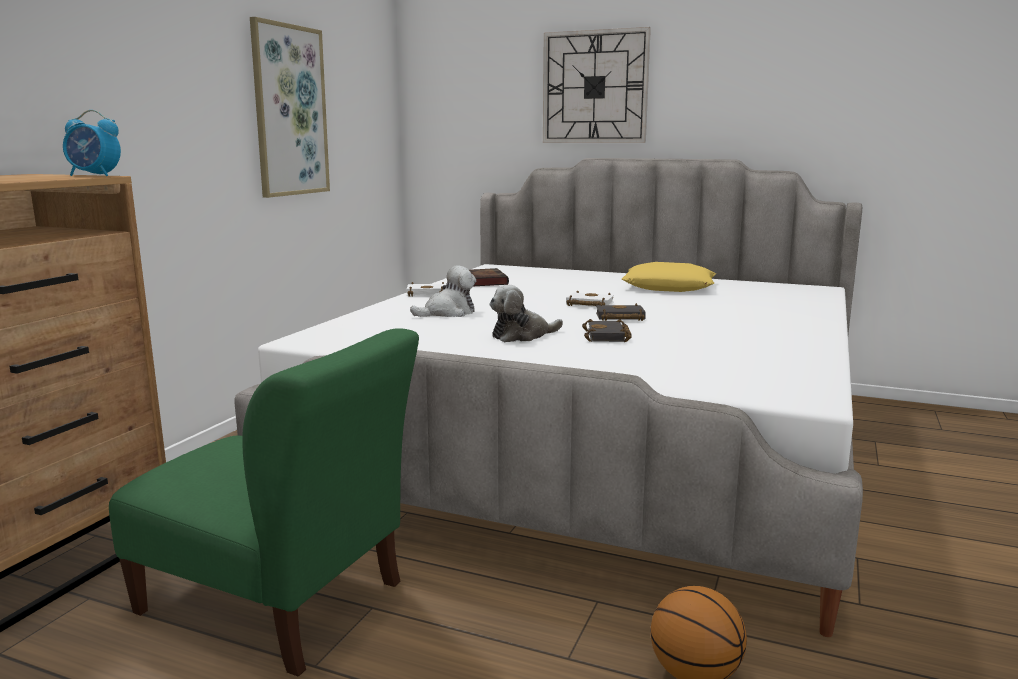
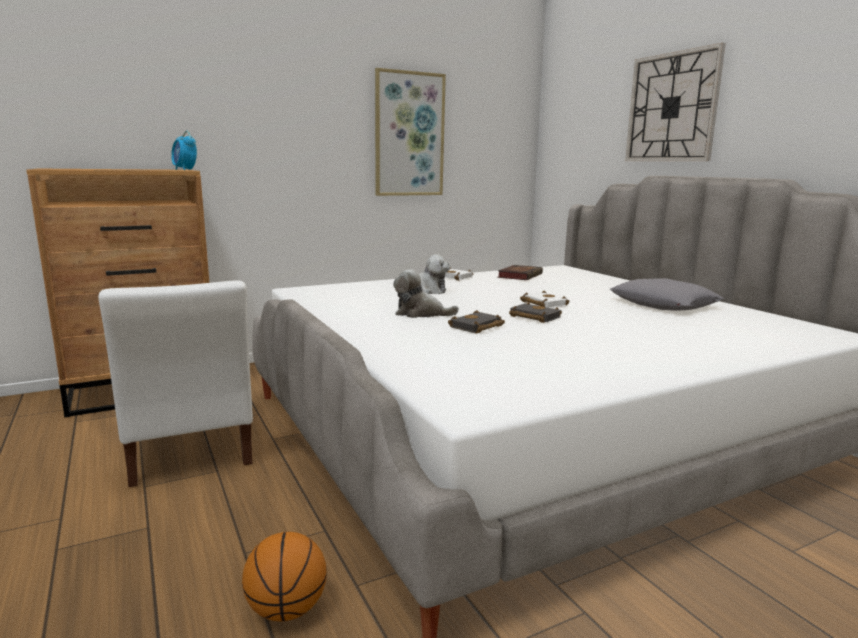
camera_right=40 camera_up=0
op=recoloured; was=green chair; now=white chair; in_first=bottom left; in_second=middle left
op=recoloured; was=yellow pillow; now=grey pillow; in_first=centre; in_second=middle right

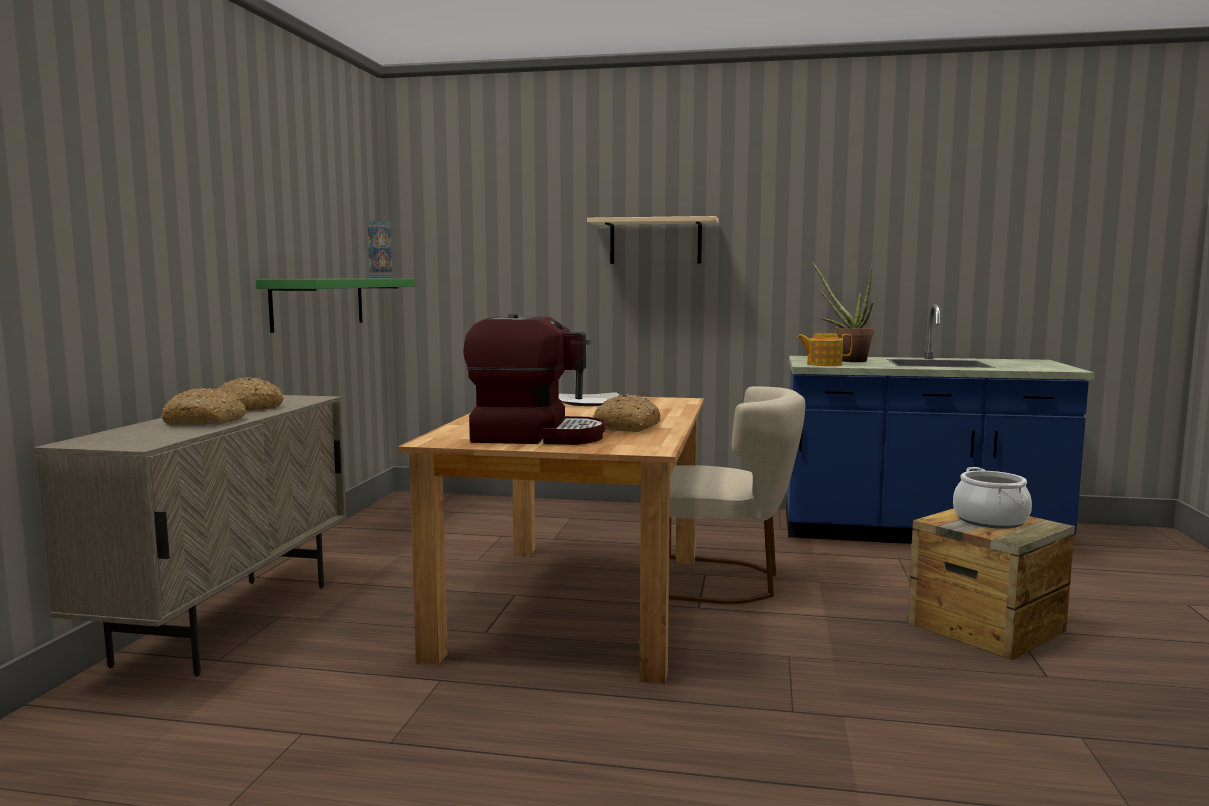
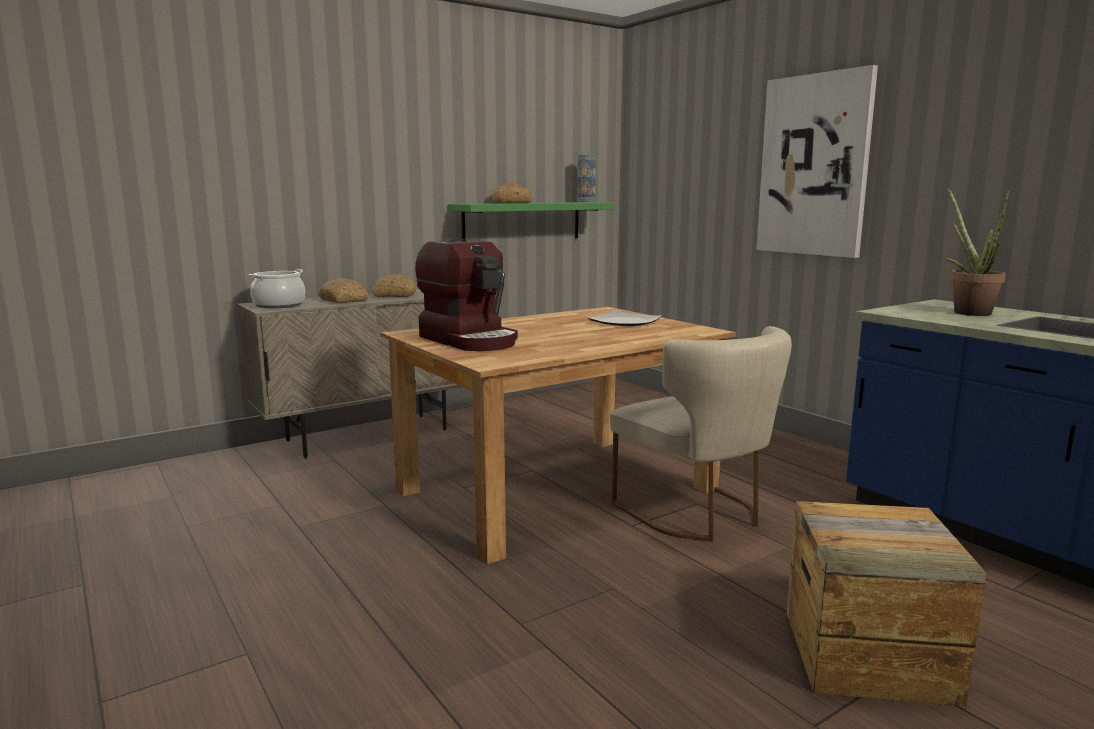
camera_right=45 camera_up=5
op=moved; was=cooking pot; in_first=middle right; in_second=middle left
op=moved; was=bread (3rd from left); in_first=centre; in_second=top centre
op=replaced; was=beige shelf; now=picture; in_first=top centre; in_second=top right
op=removed; was=teapot; in_first=middle right

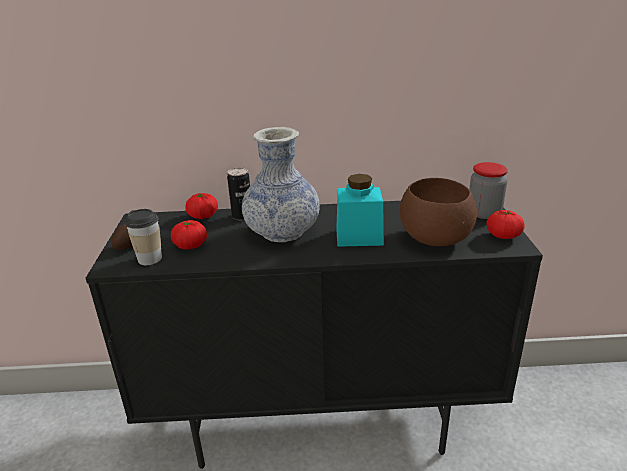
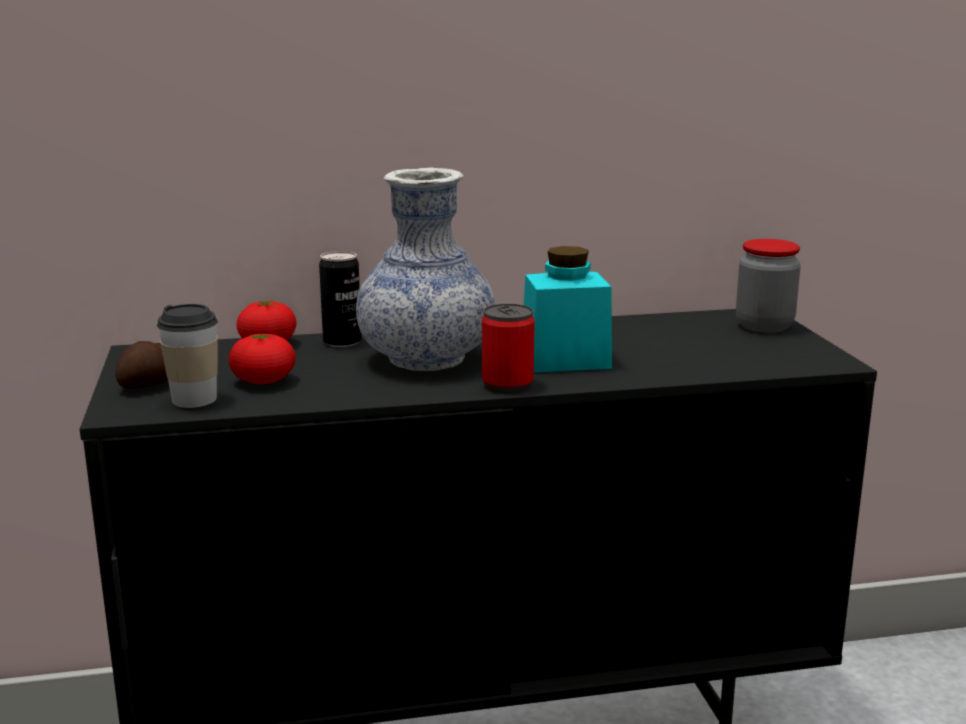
camera_right=-10 camera_up=-10
op=added; now=can (2nd from left); in_second=centre
op=removed; was=brown bowl; in_first=middle right
op=removed; was=tomato (3rd from left); in_first=middle right

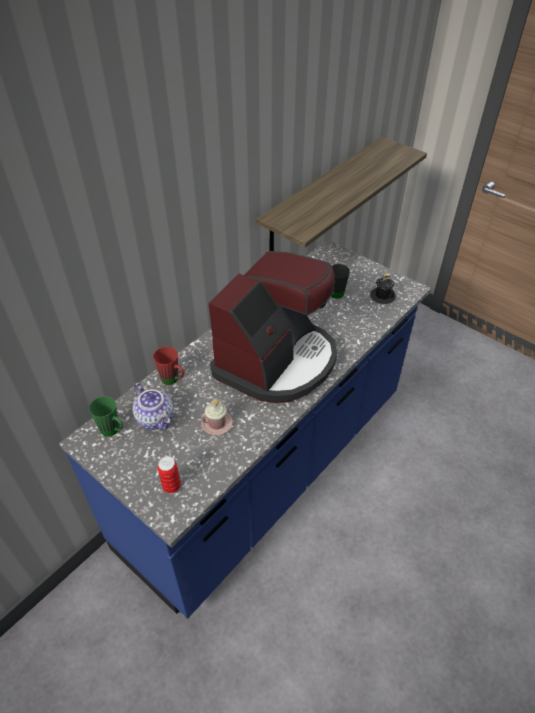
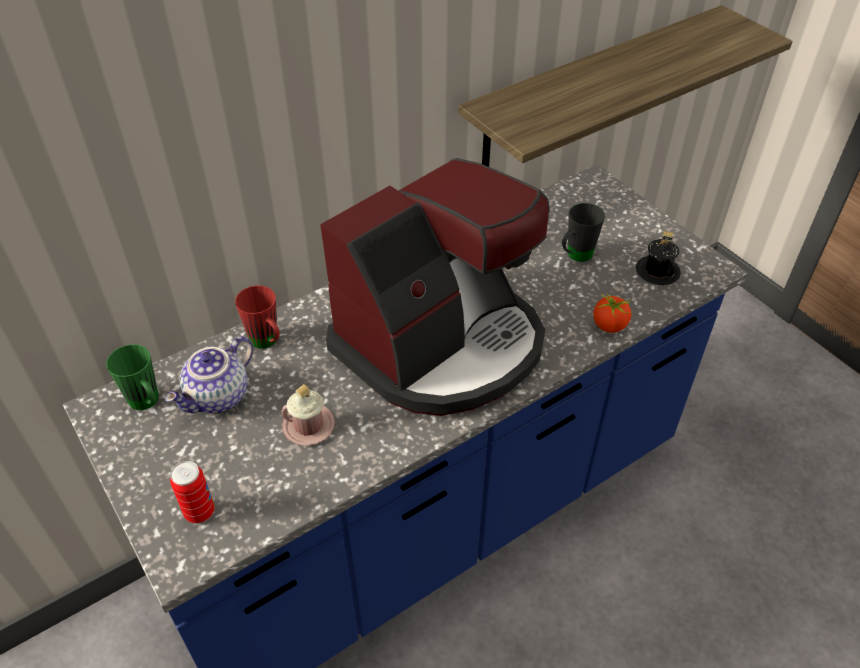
camera_right=15 camera_up=0
op=turned; was=teapot; in_first=middle left; in_second=middle left; clockwise=60
op=added; now=tomato; in_second=middle right

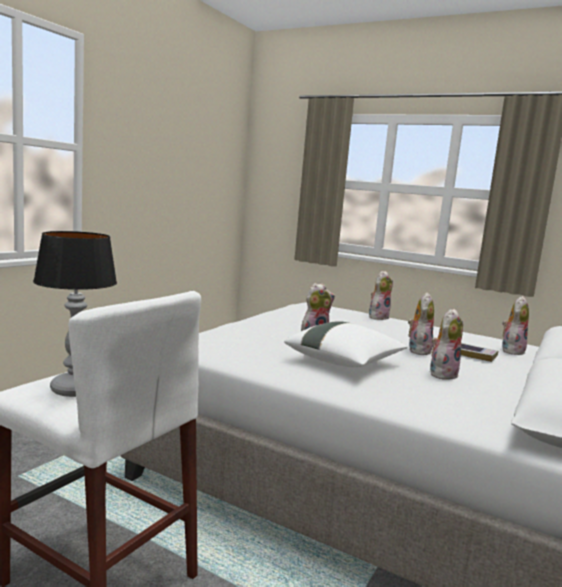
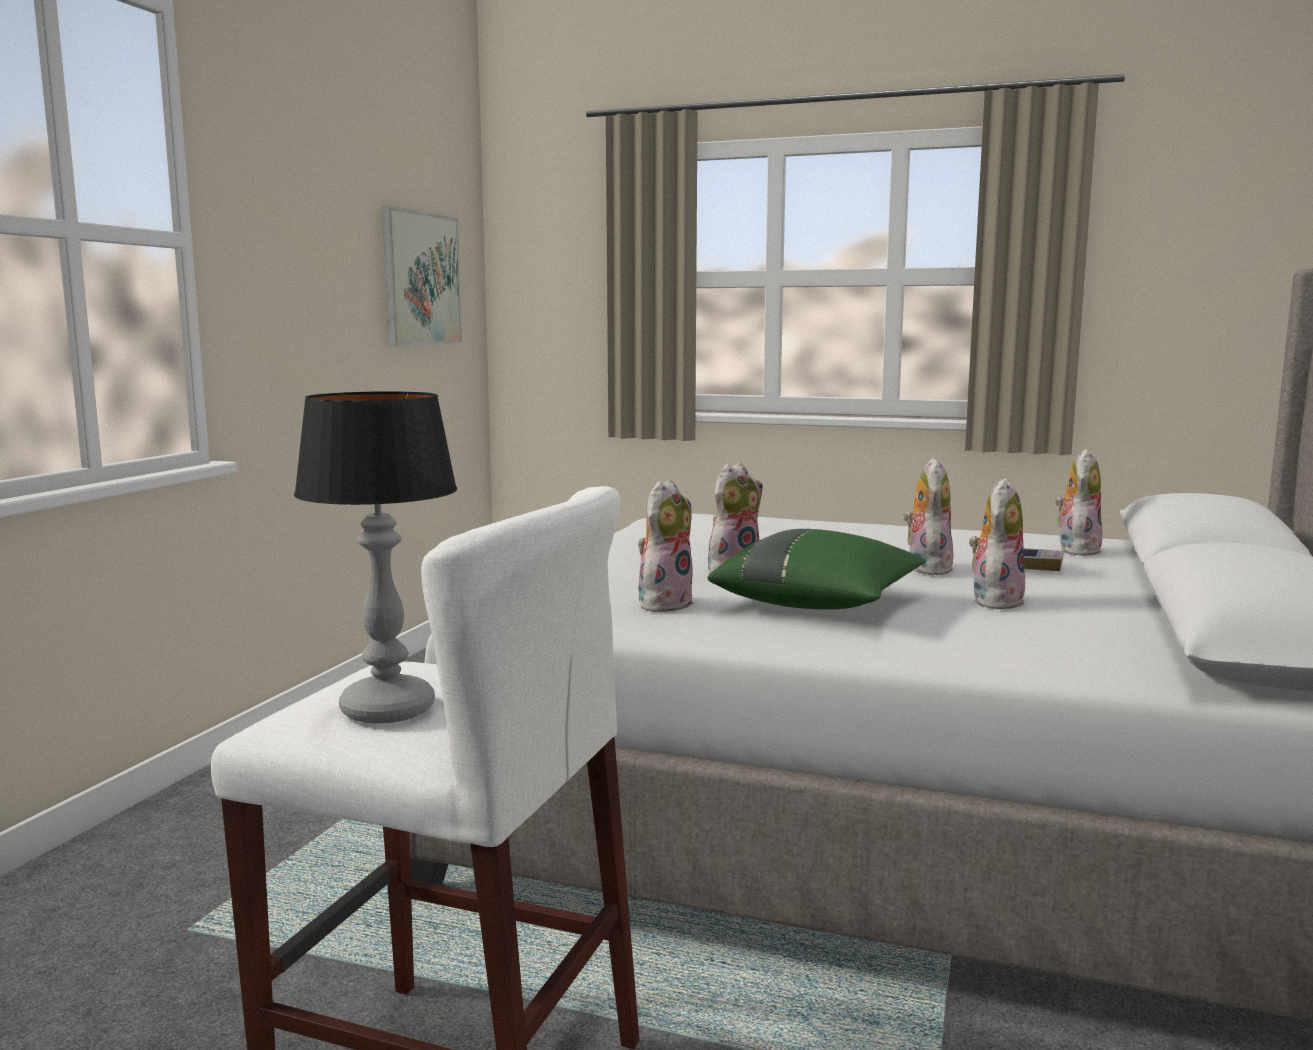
camera_right=-10 camera_up=0
op=added; now=picture; in_second=top left
op=moved; was=plush toy (2nd from left in the first image); now=plush toy (1st from left); in_first=middle right; in_second=centre
op=recoloured; was=white pillow; now=green pillow; in_first=centre; in_second=centre

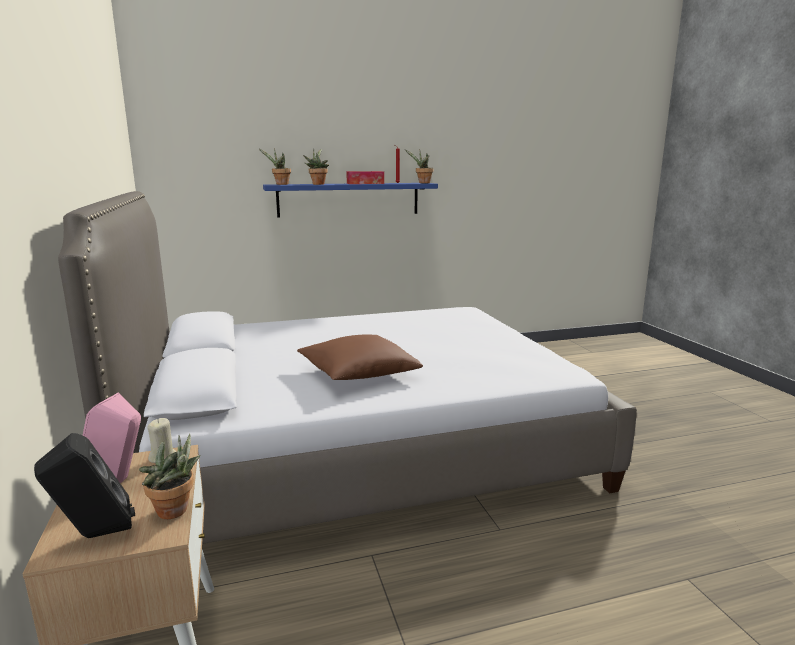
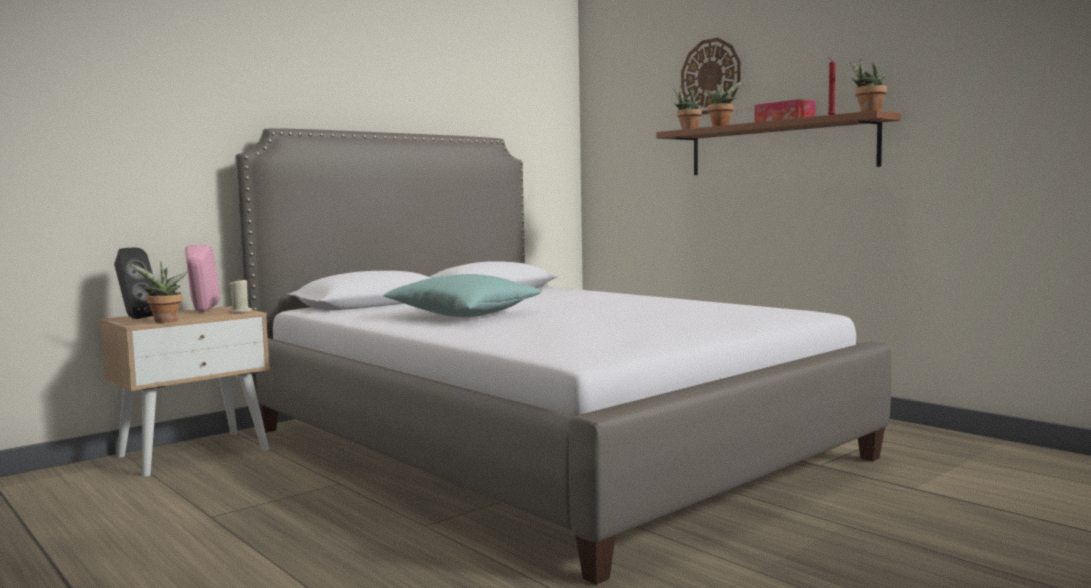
camera_right=65 camera_up=-10
op=recoloured; was=brown pillow; now=turquoise pillow; in_first=centre; in_second=centre
op=recoloured; was=blue shelf; now=brown shelf; in_first=top centre; in_second=top right
op=added; now=wall clock; in_second=top centre

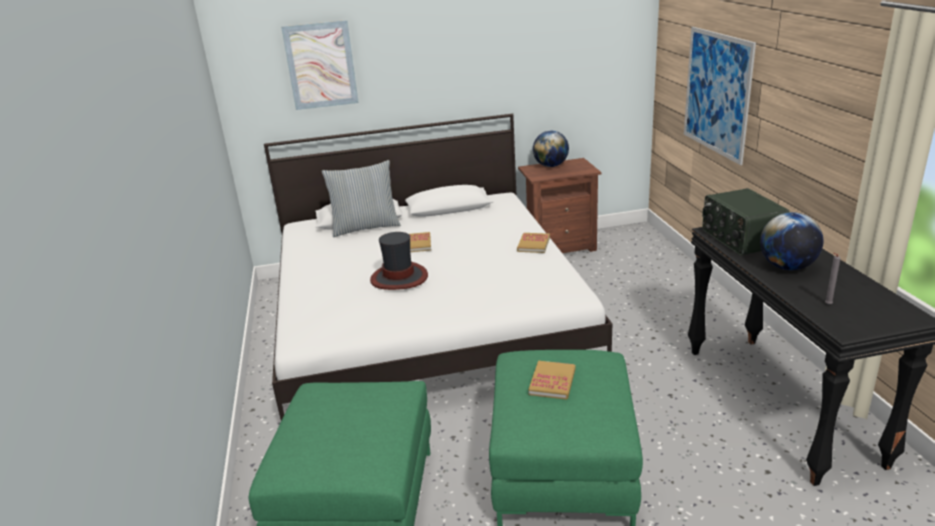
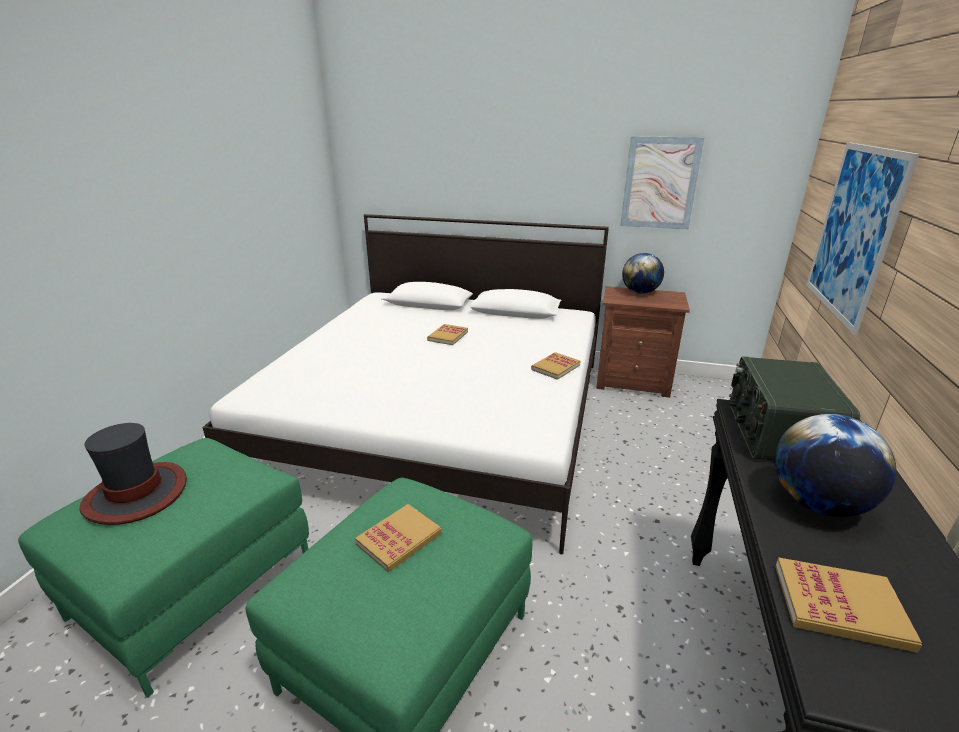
camera_right=25 camera_up=0
op=moved; was=hat; in_first=centre; in_second=middle left
op=moved; was=picture (1st from left); in_first=top centre; in_second=top right
op=replaced; was=grey candle; now=book (4th from left); in_first=middle right; in_second=bottom right
op=removed; was=pillow; in_first=centre

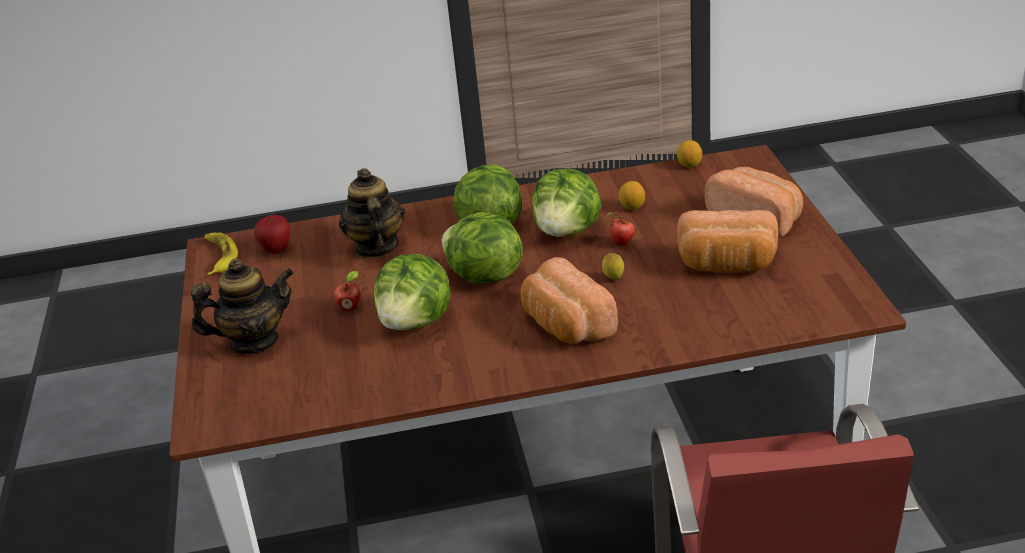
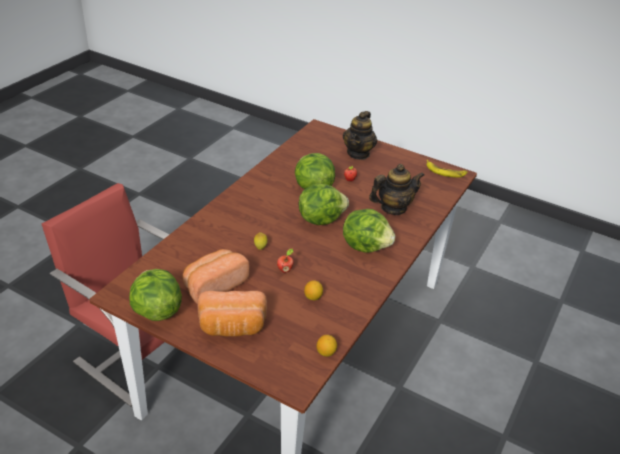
camera_right=125 camera_up=5
op=moved; was=lettuce (4th from left in the first image); now=lettuce (1st from left); in_first=centre; in_second=middle left
op=turned; was=teapot (2nd from left); in_first=centre; in_second=centre; clockwise=-45
op=removed; was=apple (1st from left); in_first=middle left
op=removed; was=bread (1st from left); in_first=centre

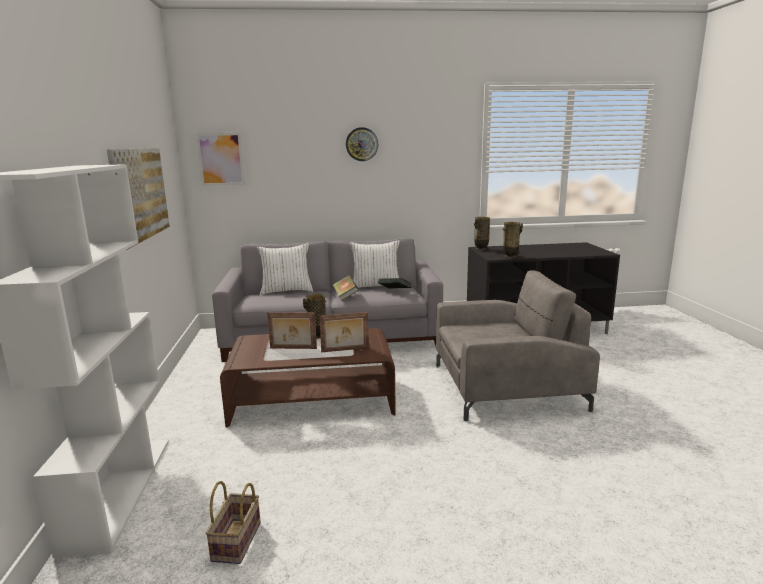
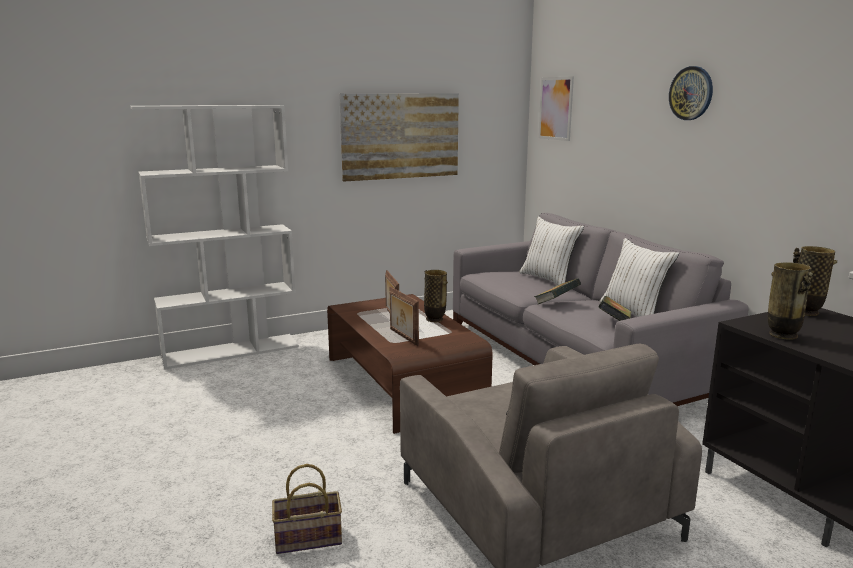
camera_right=70 camera_up=0
op=moved; was=basket; in_first=bottom left; in_second=bottom centre

